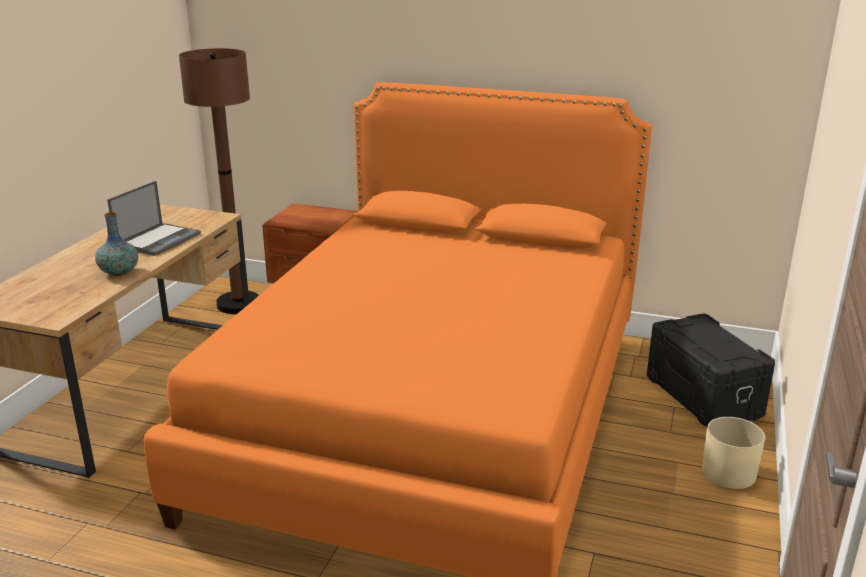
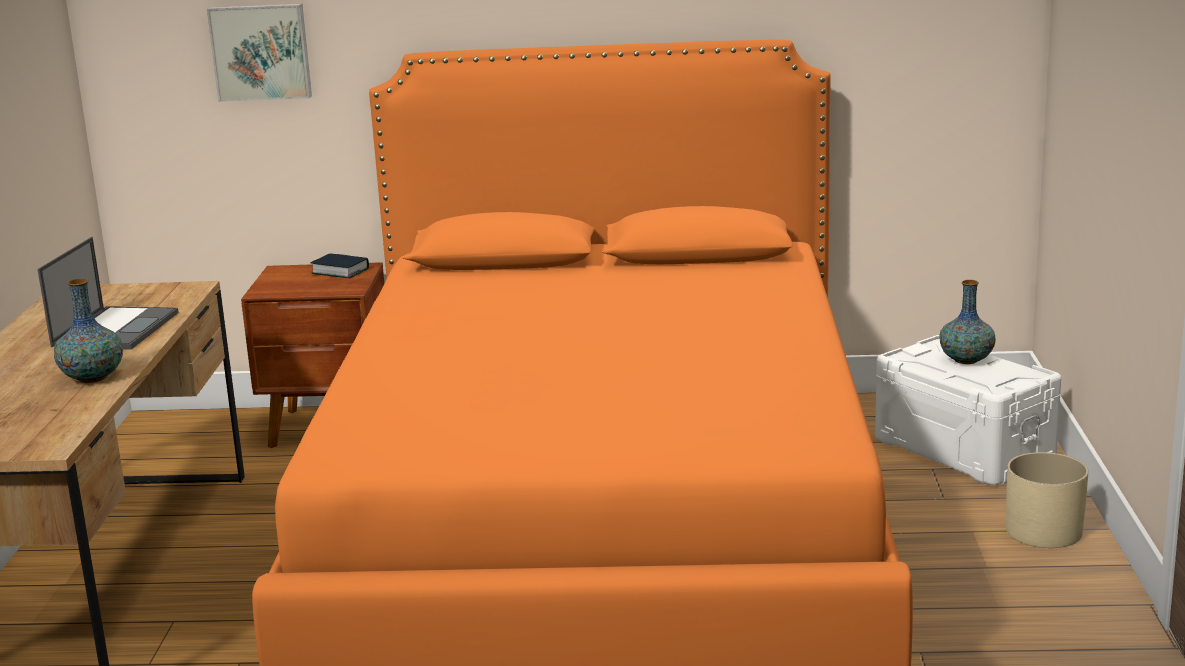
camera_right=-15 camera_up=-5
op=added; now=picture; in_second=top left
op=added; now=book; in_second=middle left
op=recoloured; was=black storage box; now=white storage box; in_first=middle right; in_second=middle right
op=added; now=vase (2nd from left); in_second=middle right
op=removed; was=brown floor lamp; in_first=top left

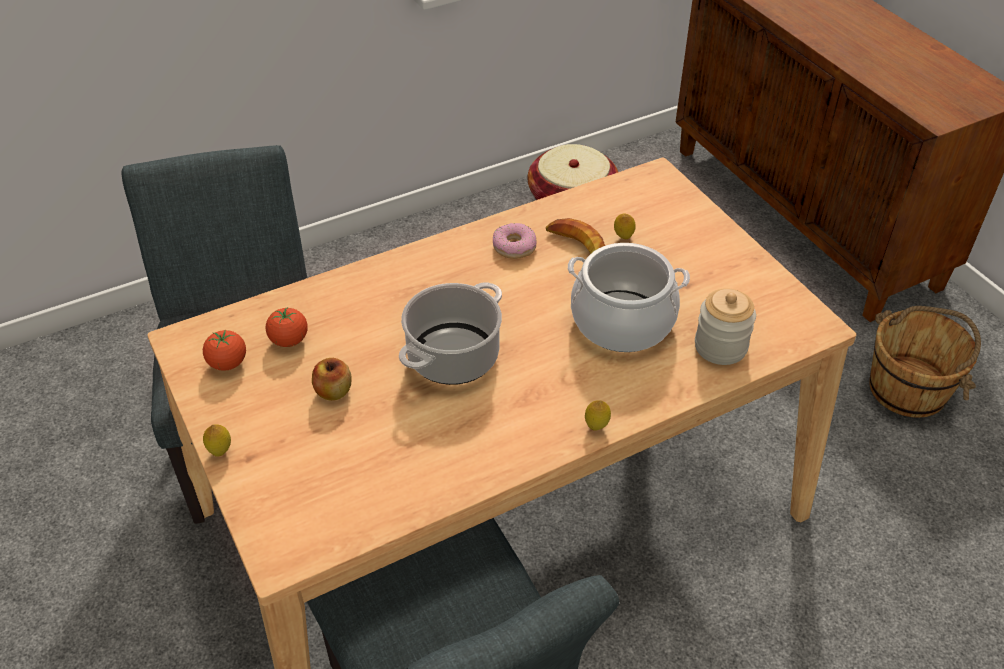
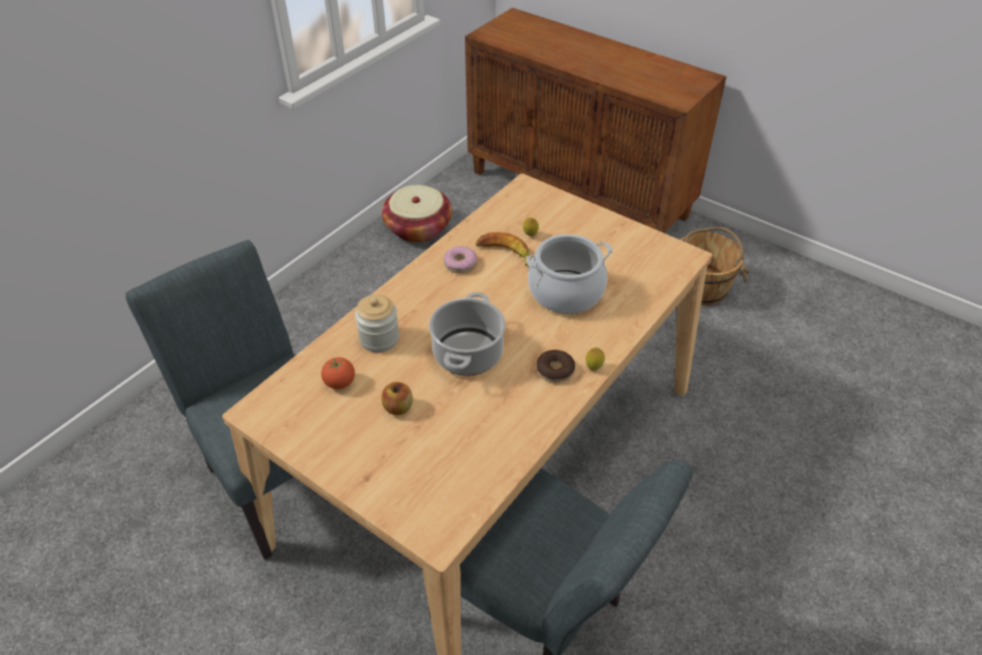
camera_right=-25 camera_up=0
op=moved; was=jar; in_first=middle right; in_second=centre
op=added; now=donut (2nd from left); in_second=centre
op=removed; was=tomato (1st from left); in_first=middle left
op=removed; was=lemon (1st from left); in_first=middle left

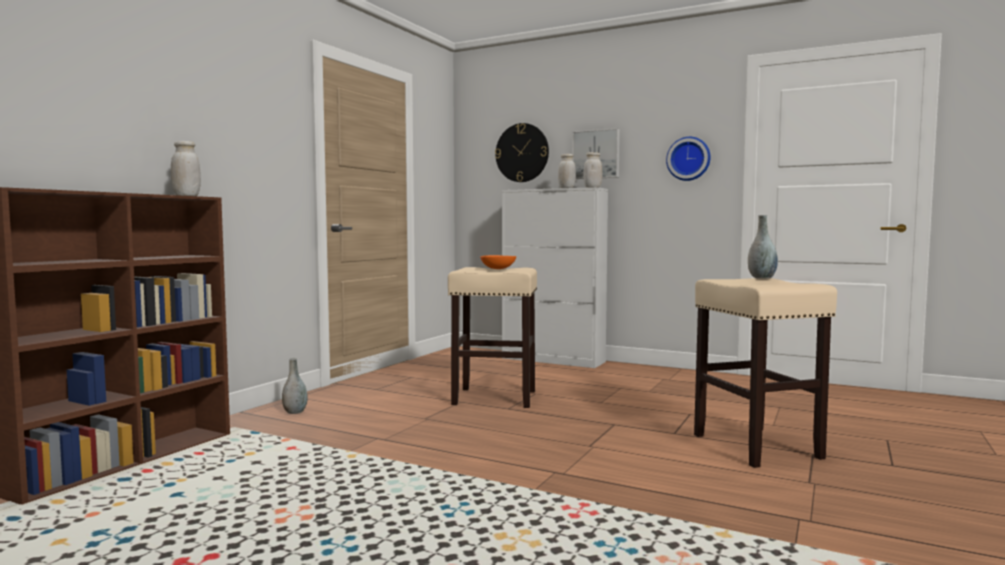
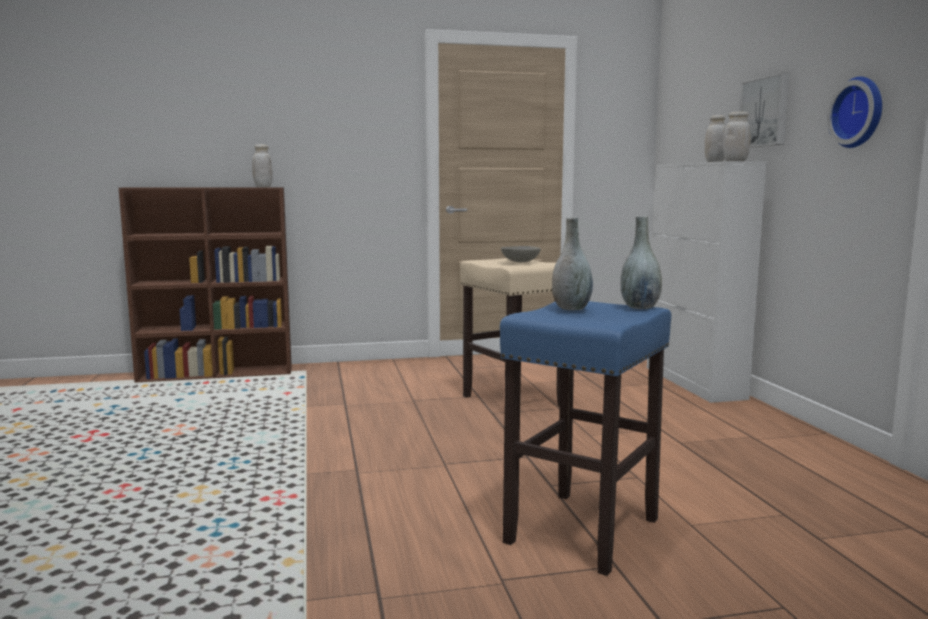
camera_right=50 camera_up=5
op=recoloured; was=beige stool (2nd from left); now=blue stool; in_first=middle right; in_second=bottom centre
op=recoloured; was=orange bowl; now=grey bowl; in_first=centre; in_second=centre
op=moved; was=grey vase (1st from left); in_first=bottom left; in_second=centre
op=removed; was=wall clock (1st from left); in_first=top centre

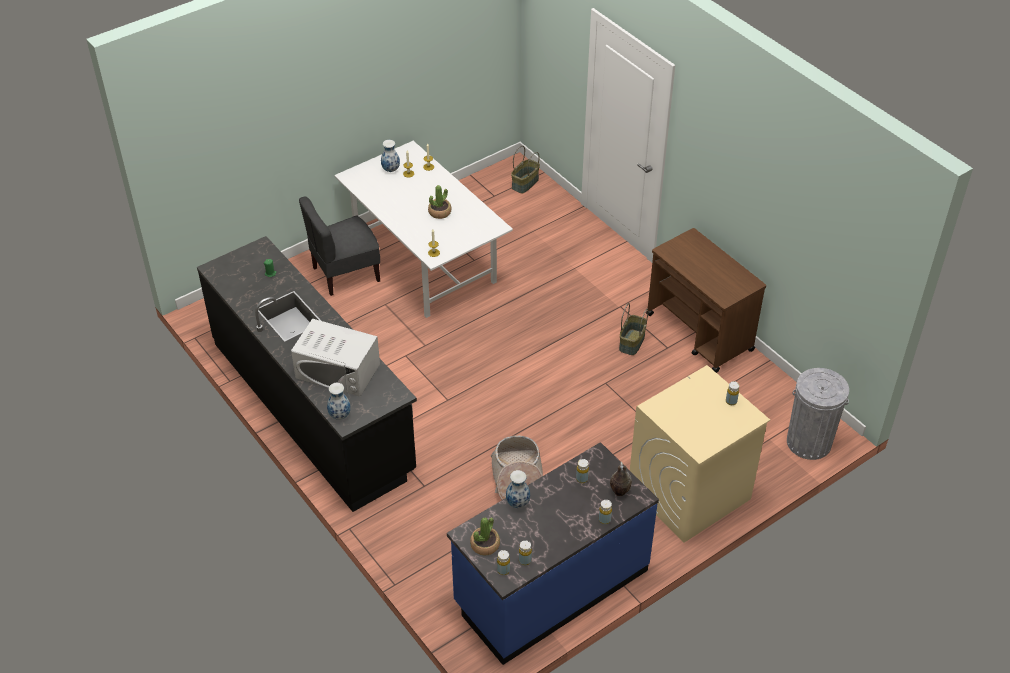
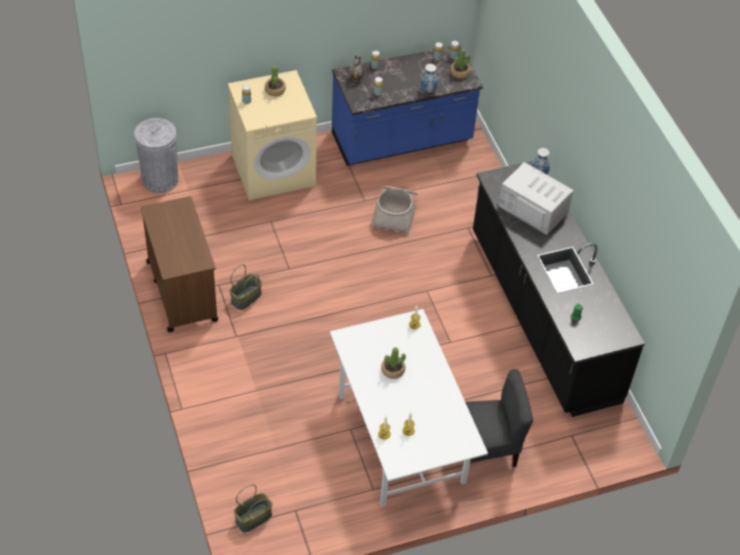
camera_right=-165 camera_up=5
op=added; now=potted plant (1st from left); in_second=top centre
op=removed; was=vase (2nd from left); in_first=top centre

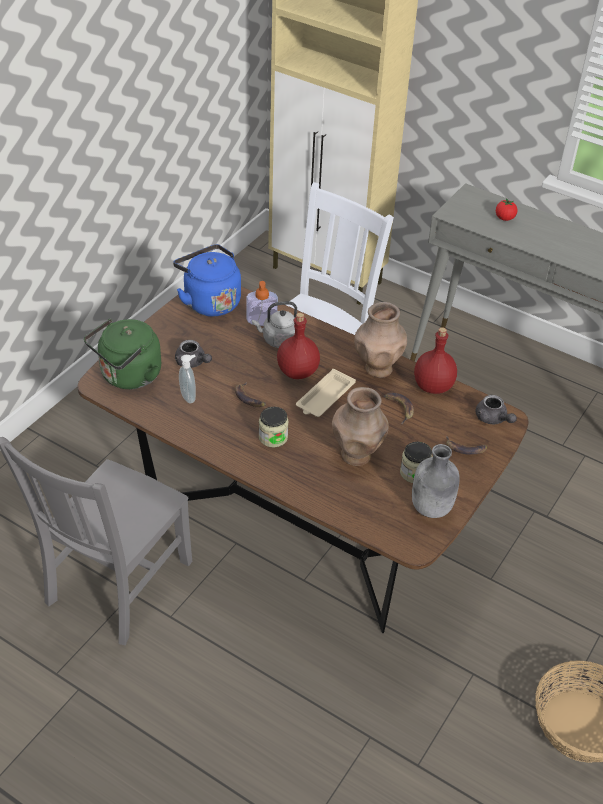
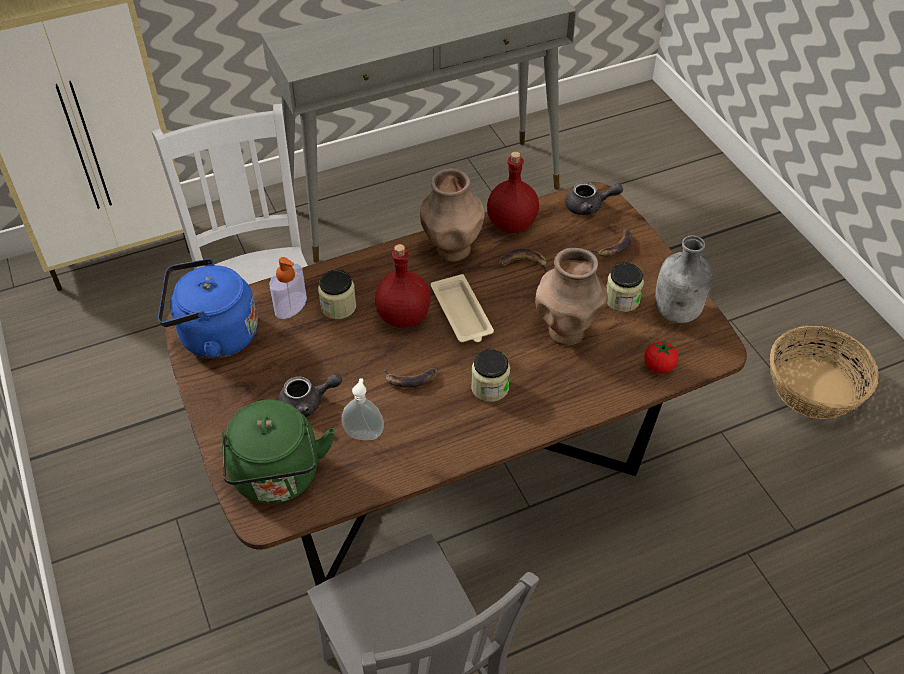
camera_right=-55 camera_up=5
op=replaced; was=grey kettle; now=jar (1st from left); in_first=centre; in_second=centre
op=moved; was=tomato; in_first=top right; in_second=middle right

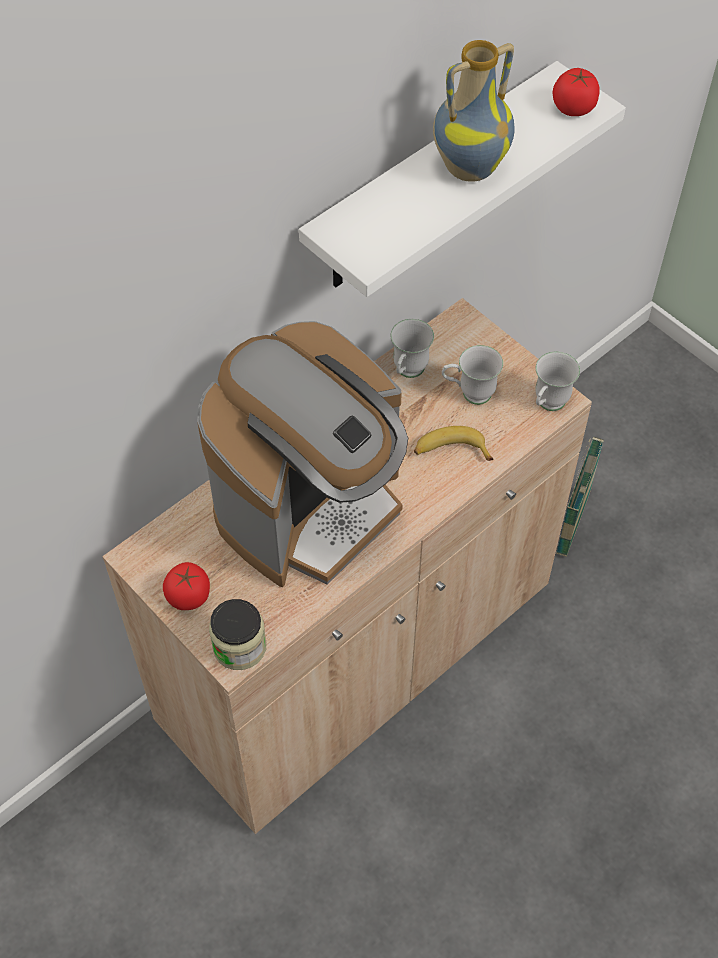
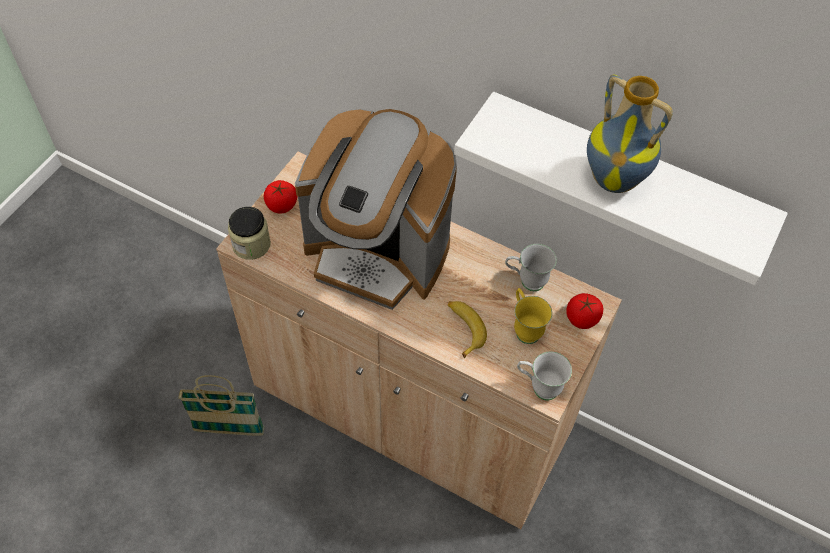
camera_right=70 camera_up=0
op=moved; was=basket; in_first=middle right; in_second=bottom left
op=recoloured; was=white mug (2nd from left); now=yellow mug; in_first=centre; in_second=centre
op=moved; was=tomato (2nd from left); in_first=top right; in_second=middle right

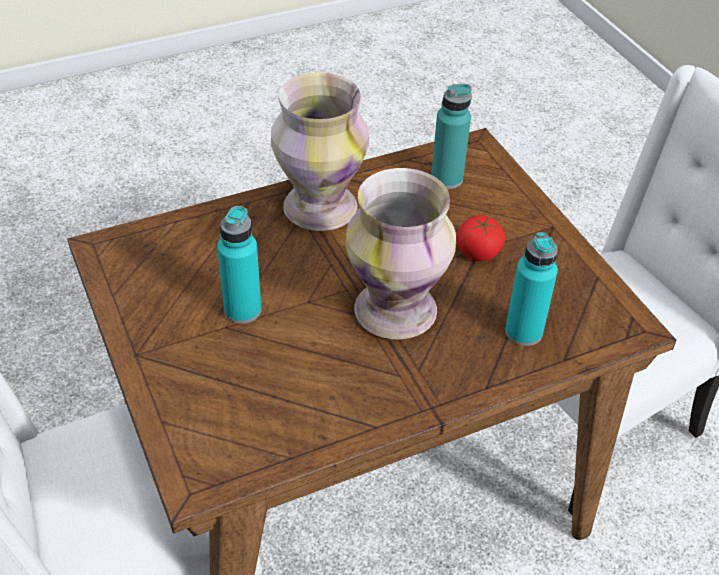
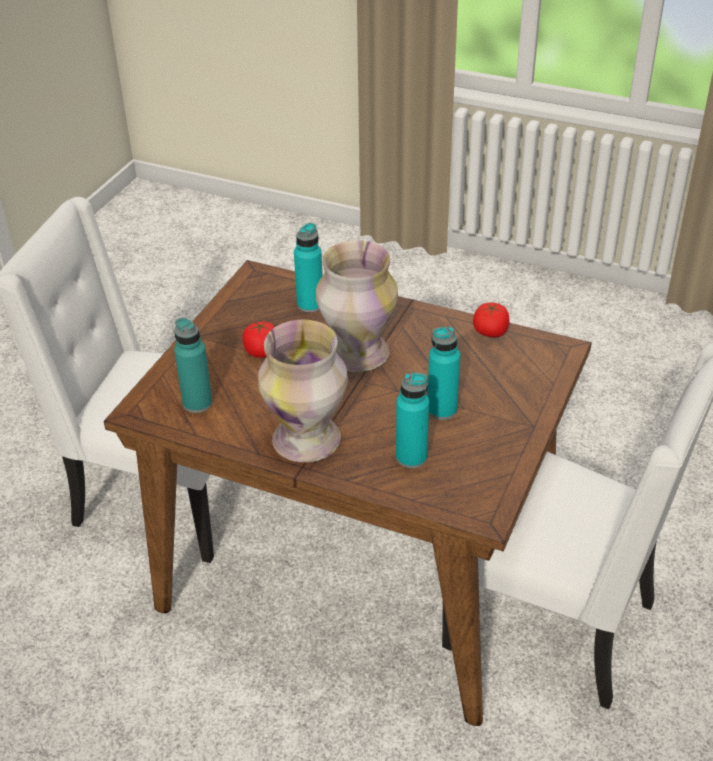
camera_right=-130 camera_up=-5
op=added; now=turquoise bottle (3rd from left); in_second=centre
op=added; now=tomato (2nd from left); in_second=middle right

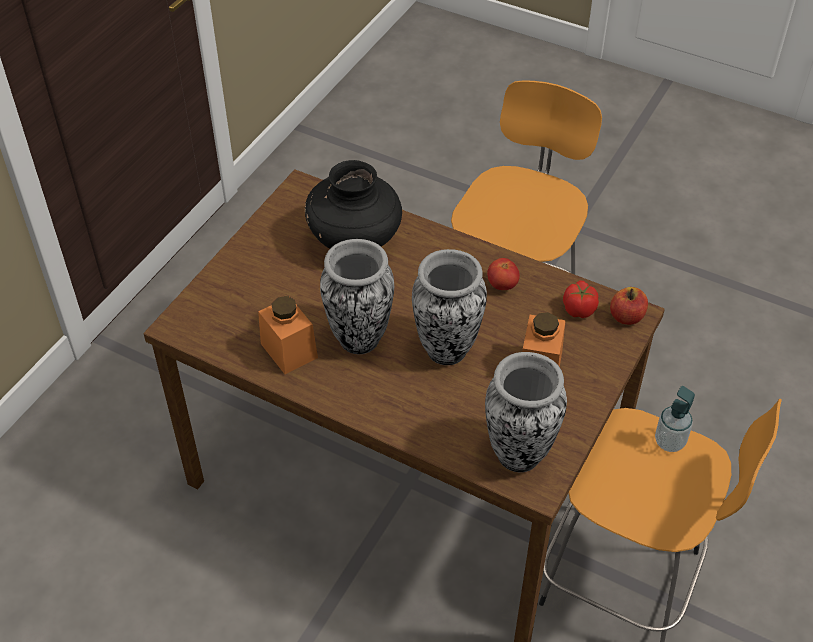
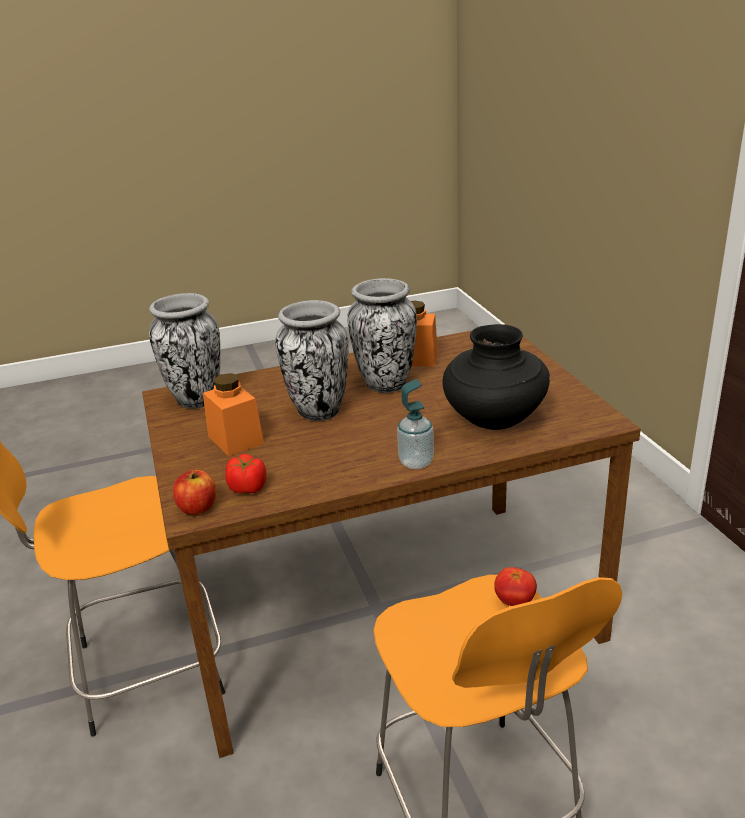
camera_right=135 camera_up=-20
op=moved; was=soap dispenser; in_first=middle right; in_second=centre
op=moved; was=tomato (1st from left in the first image); now=tomato (2nd from left); in_first=centre; in_second=bottom right

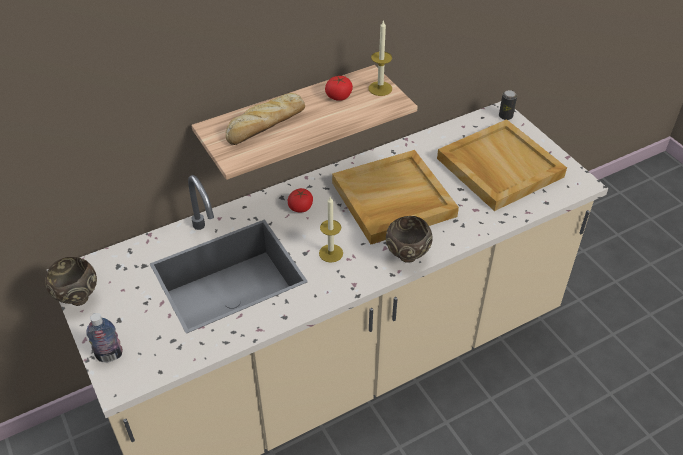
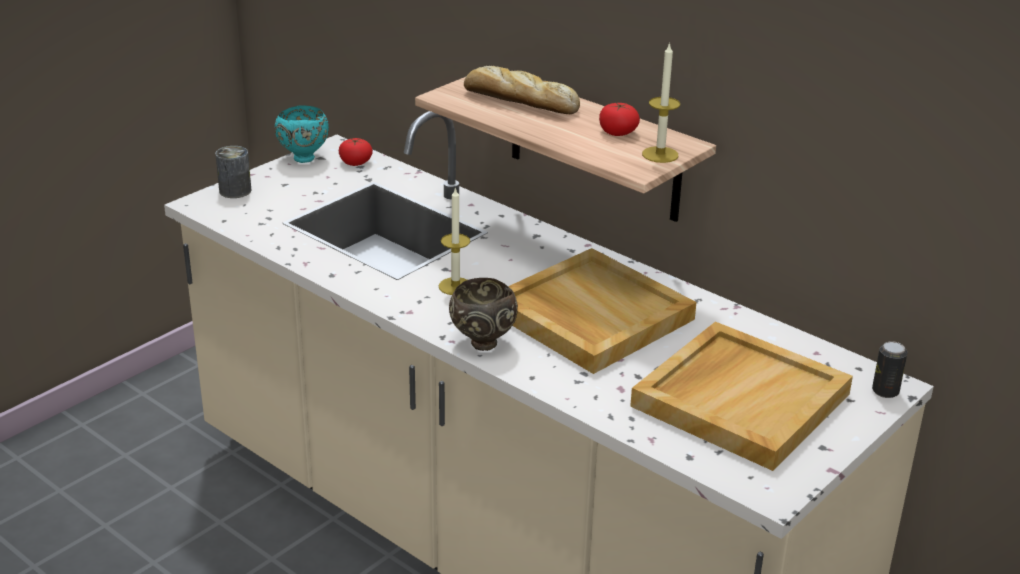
camera_right=70 camera_up=-15
op=replaced; was=bottle; now=can (1st from left); in_first=bottom left; in_second=top left
op=recoloured; was=brown bowl (1st from left); now=turquoise bowl; in_first=middle left; in_second=top left
op=moved; was=tomato (1st from left); in_first=centre; in_second=top centre

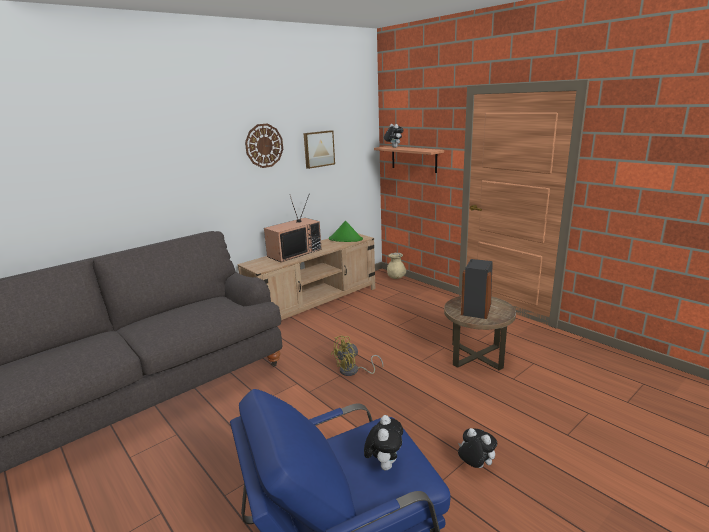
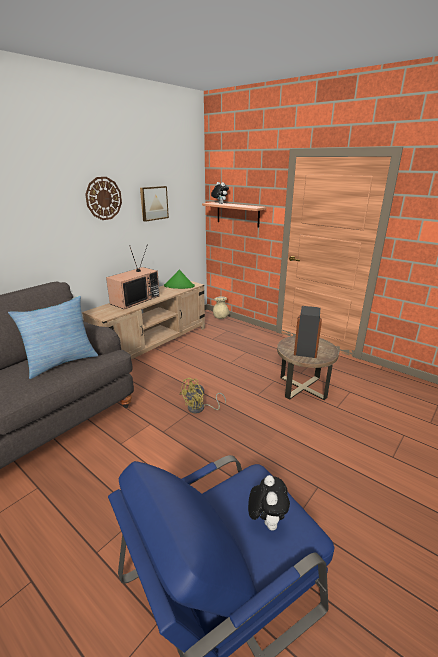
camera_right=-10 camera_up=5
op=added; now=pillow; in_second=middle left
op=removed; was=plush toy (3rd from left); in_first=bottom right

